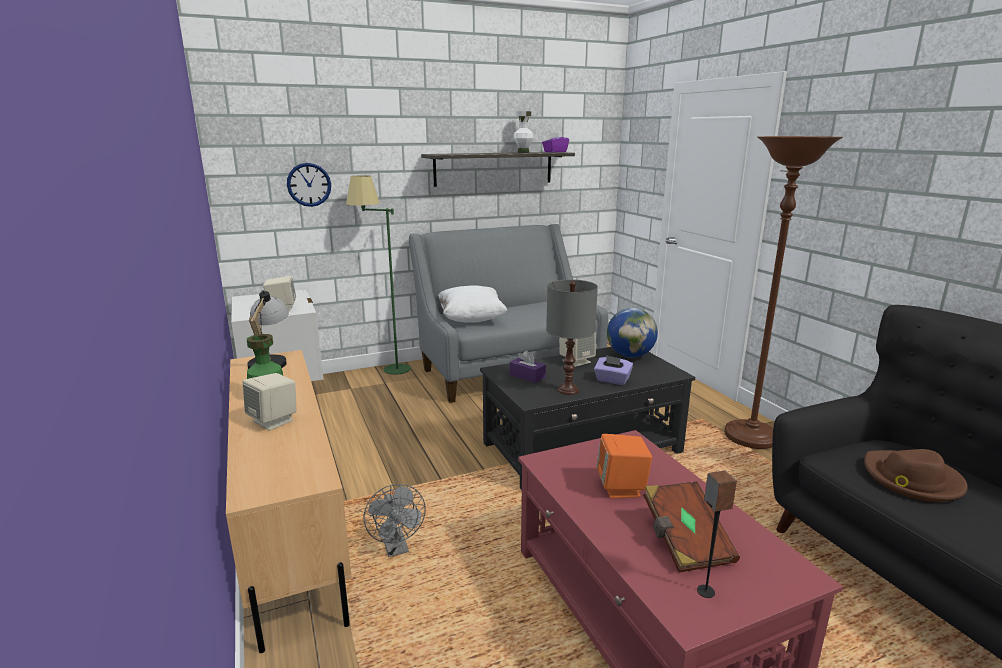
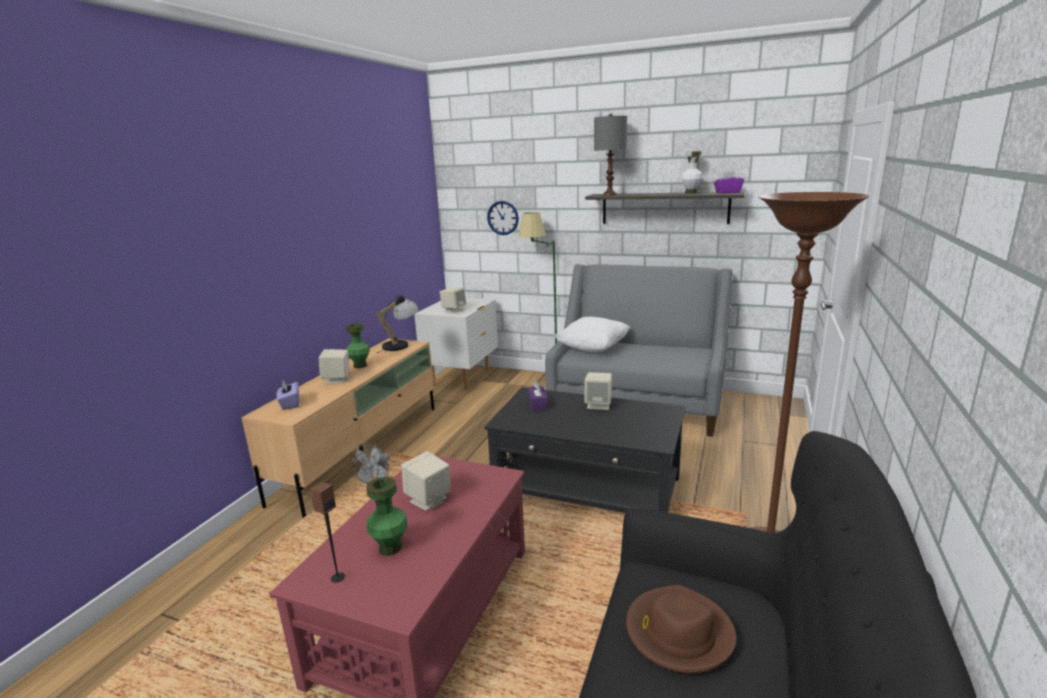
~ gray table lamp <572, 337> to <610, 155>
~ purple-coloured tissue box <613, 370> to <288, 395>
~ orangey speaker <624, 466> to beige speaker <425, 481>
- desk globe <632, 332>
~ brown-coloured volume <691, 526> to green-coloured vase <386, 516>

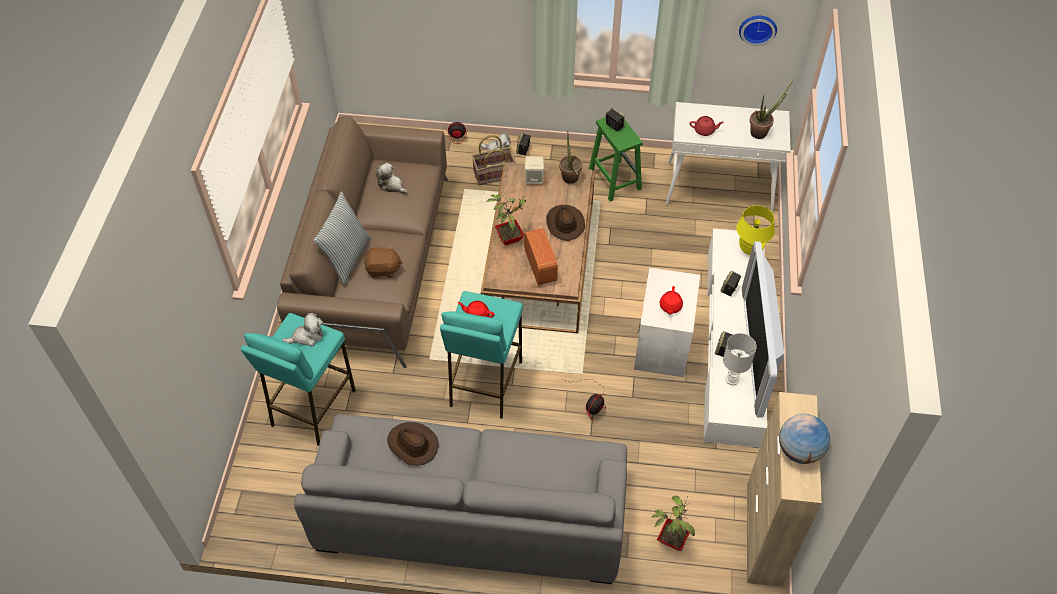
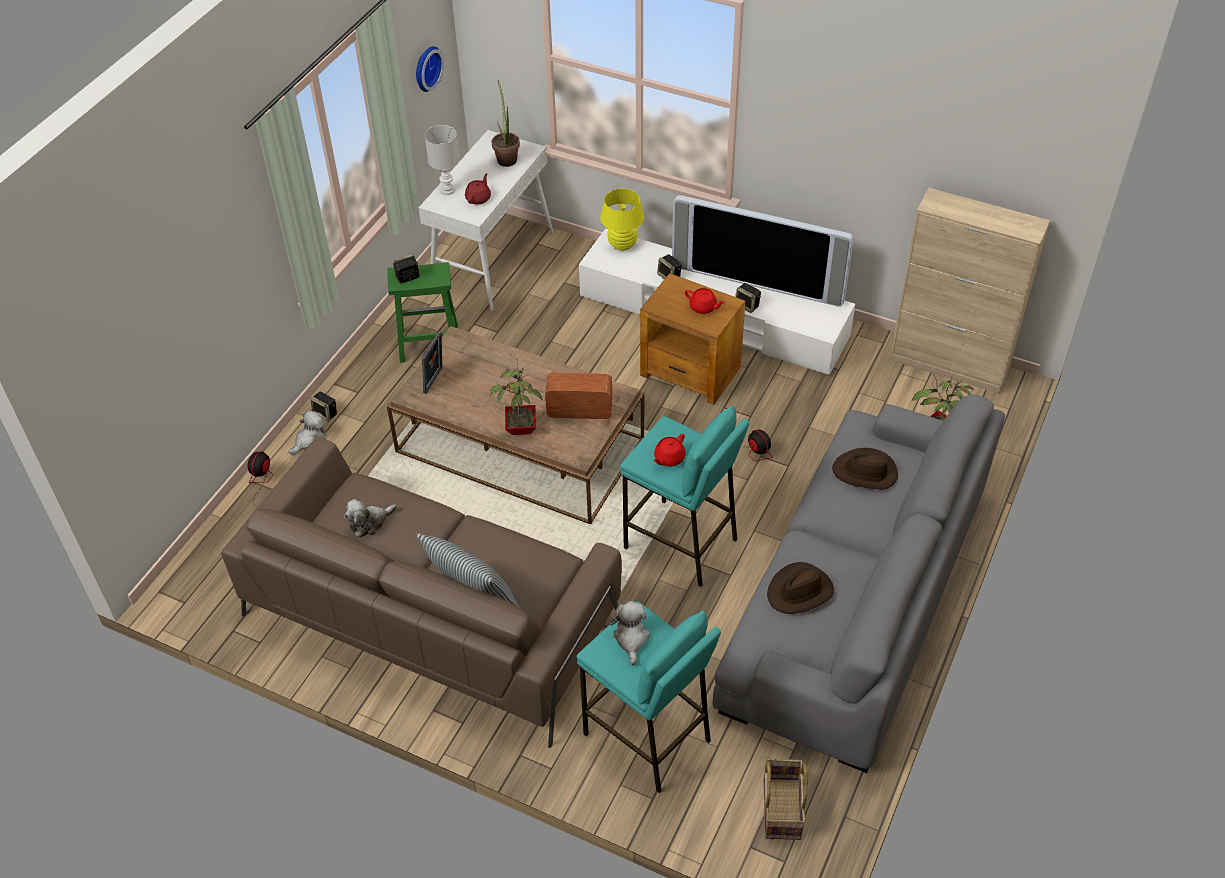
- brown-coloured soft toy <383, 261>
~ storage basket <494, 160> to <785, 799>
~ beige speaker <534, 170> to picture frame <432, 362>
~ brown-coloured hat <565, 223> to <865, 469>
- houseplant <570, 157>
~ whitish accent table <667, 322> to brown-coloured accent table <692, 339>
~ whitish table lamp <740, 359> to <442, 160>
- desk globe <804, 439>

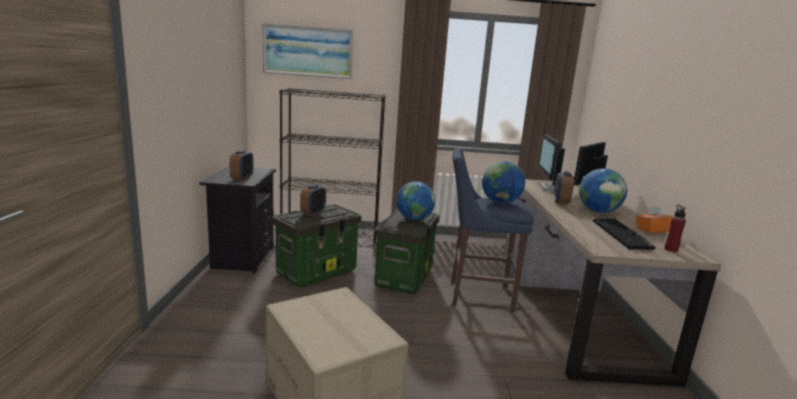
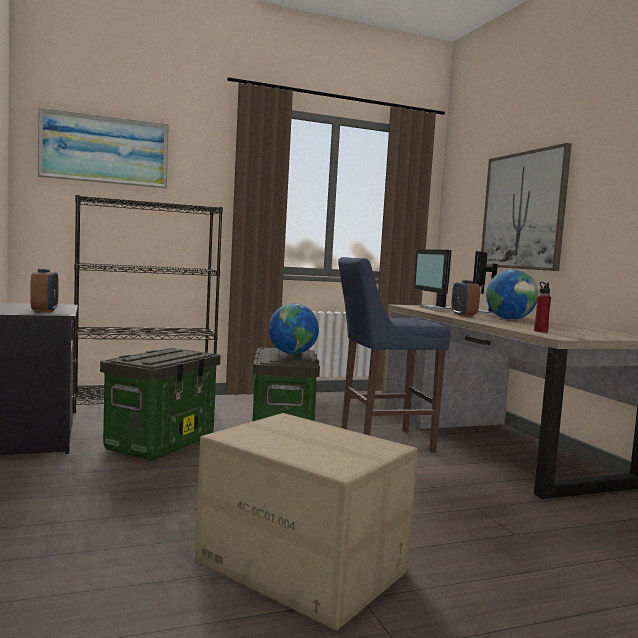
- bedside clock <313, 200>
- desk globe <503, 182>
- keyboard <624, 234>
- orangey tissue box <655, 219>
~ reddish beverage bottle <675, 228> to <542, 307>
+ wall picture <526, 207>

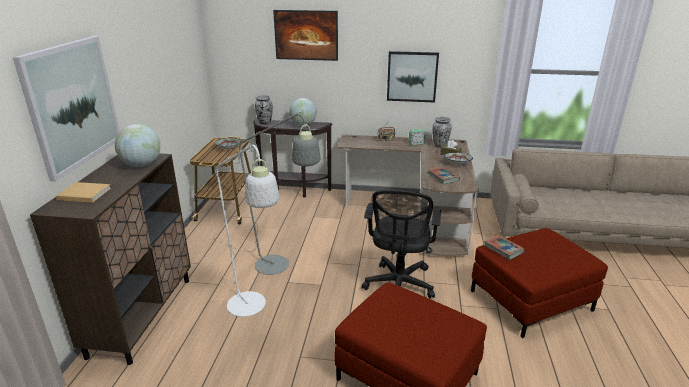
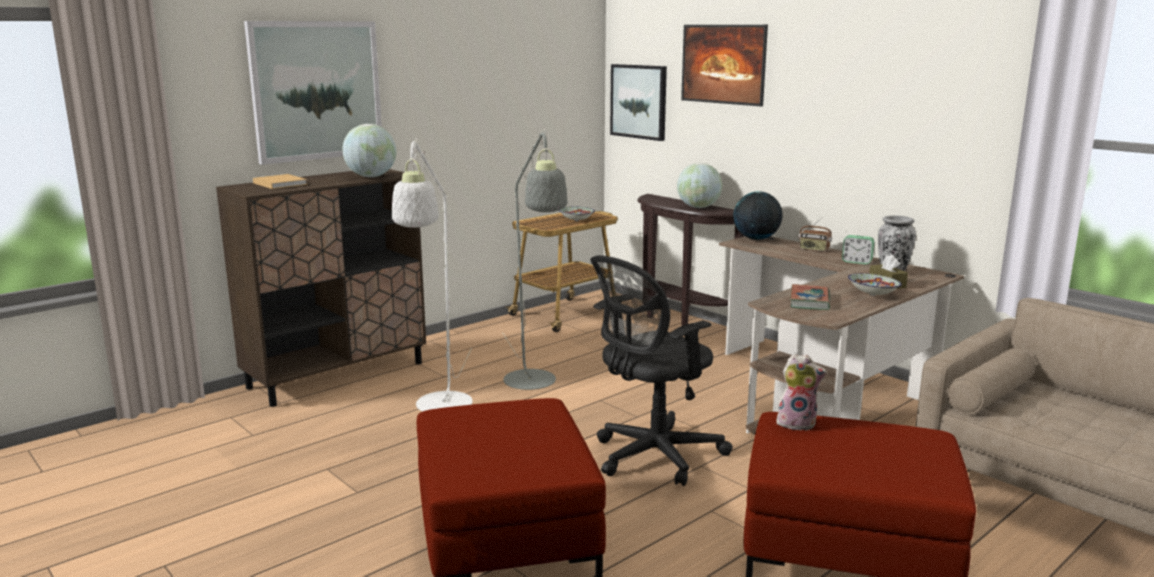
- vase <264, 110>
~ wall picture <413, 76> to <638, 102>
~ volume <504, 247> to soft toy <801, 392>
+ desk globe <758, 215>

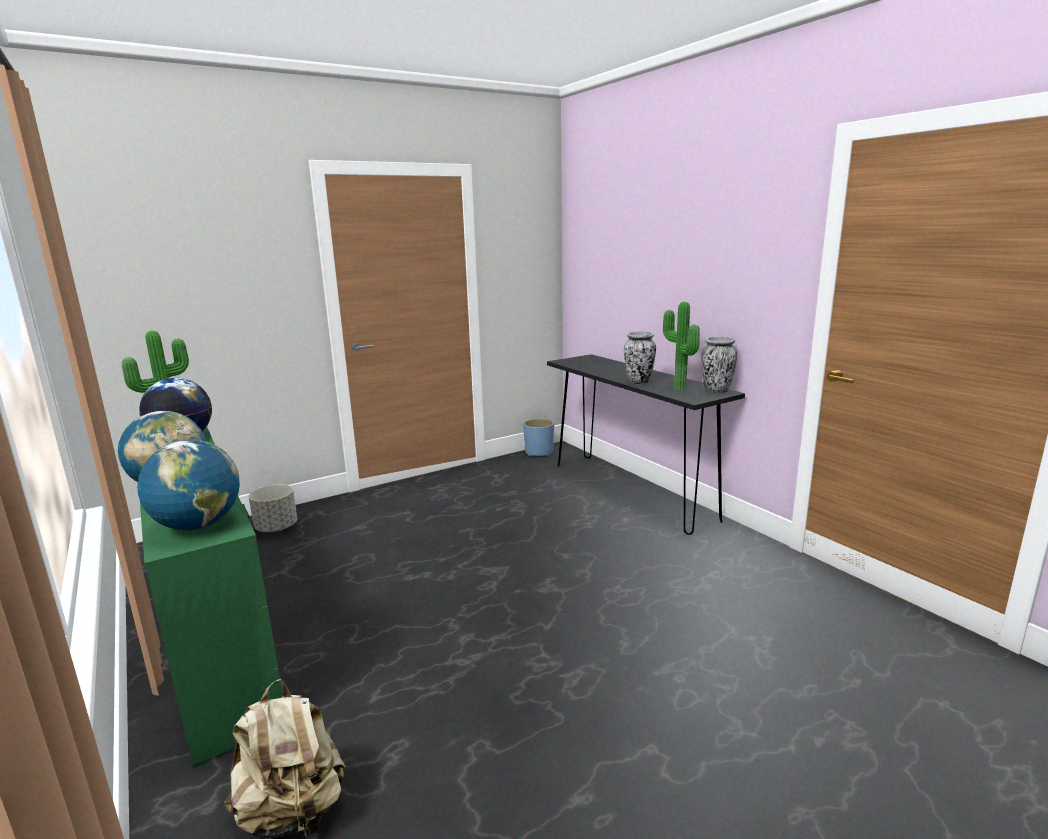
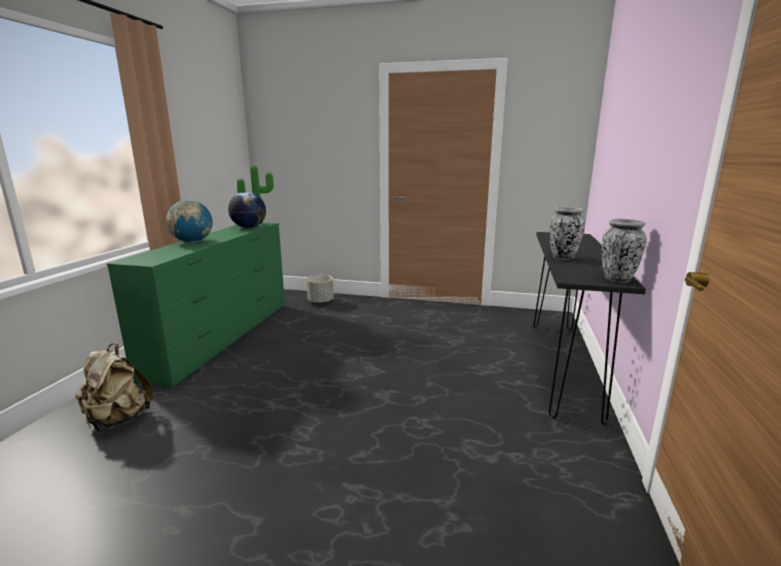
- desk globe <188, 485>
- bluish plant pot <538, 437>
- houseplant <681, 346>

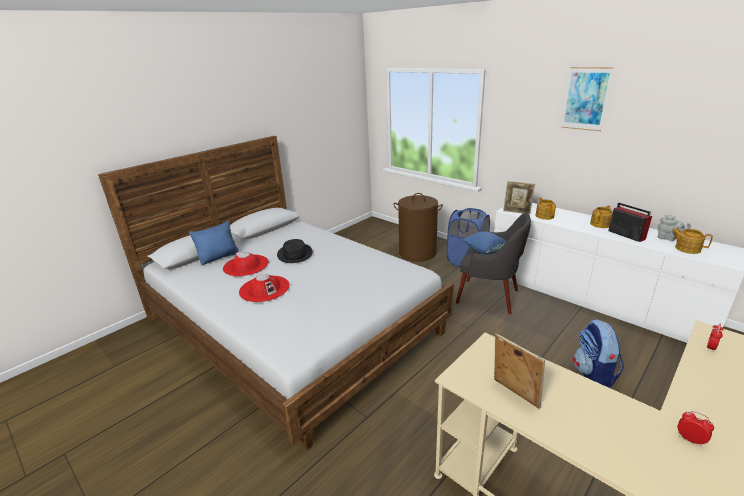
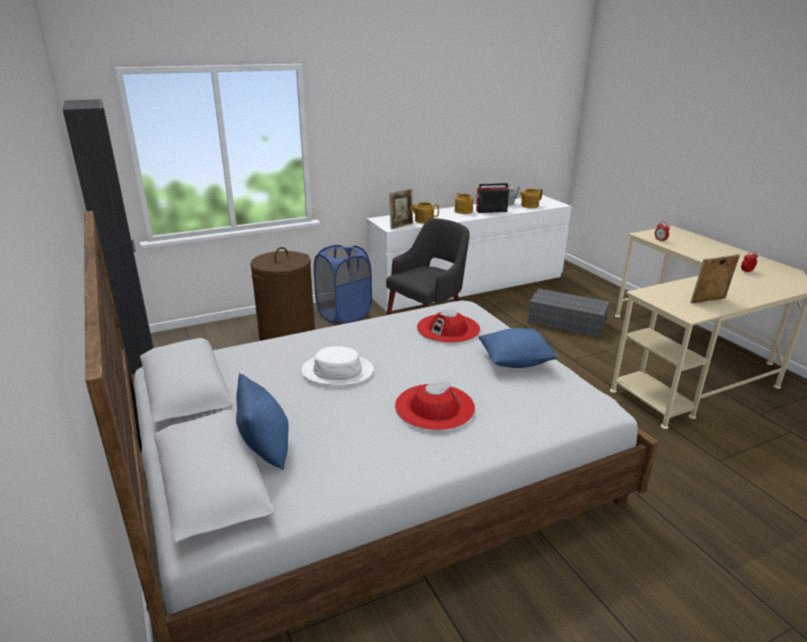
~ reddish hat <246, 264> to <448, 326>
~ black hat <295, 251> to whitish hat <337, 365>
~ bluish pillow <485, 242> to <518, 348>
- wall picture <587, 99>
~ rucksack <598, 353> to gray storage box <568, 313>
+ black wardrobe <108, 237>

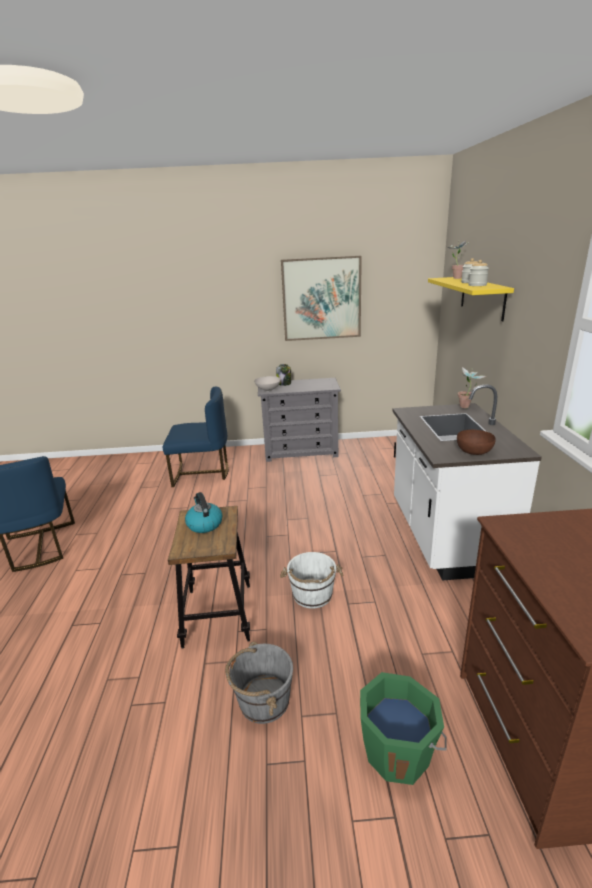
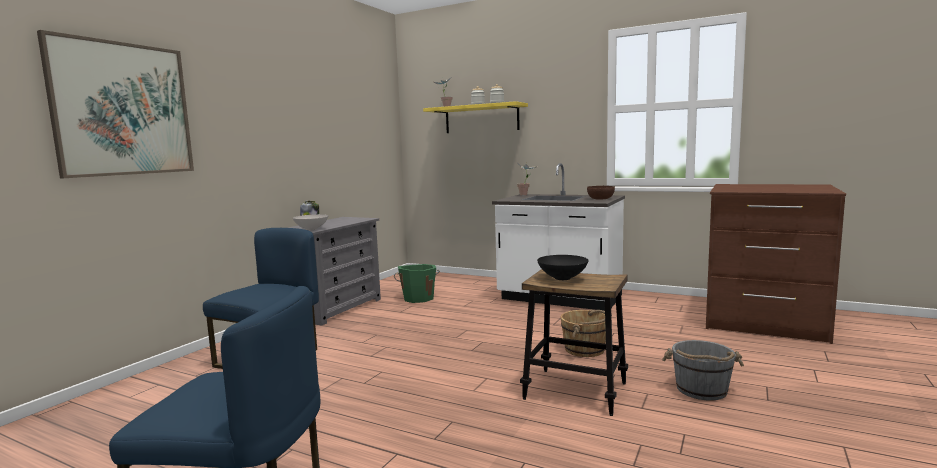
~ water kettle <204, 512> to black bowl <563, 267>
~ whitish pail <312, 580> to brown-coloured pail <586, 333>
~ wall picture <321, 298> to <115, 104>
~ green-coloured pail <403, 728> to <417, 283>

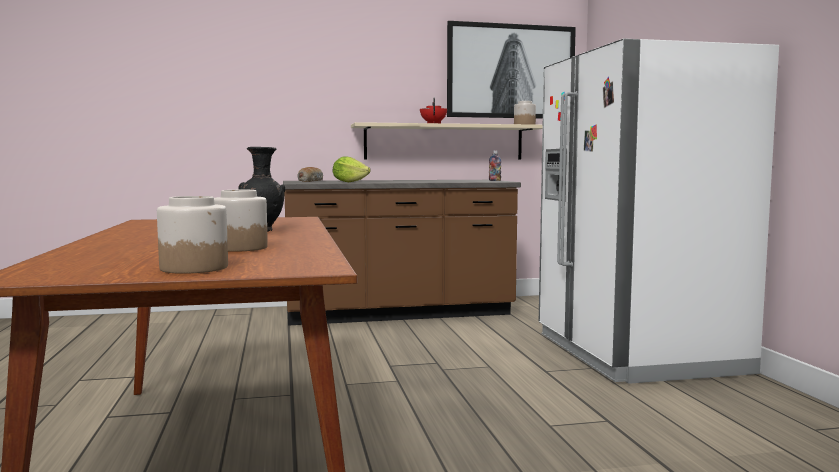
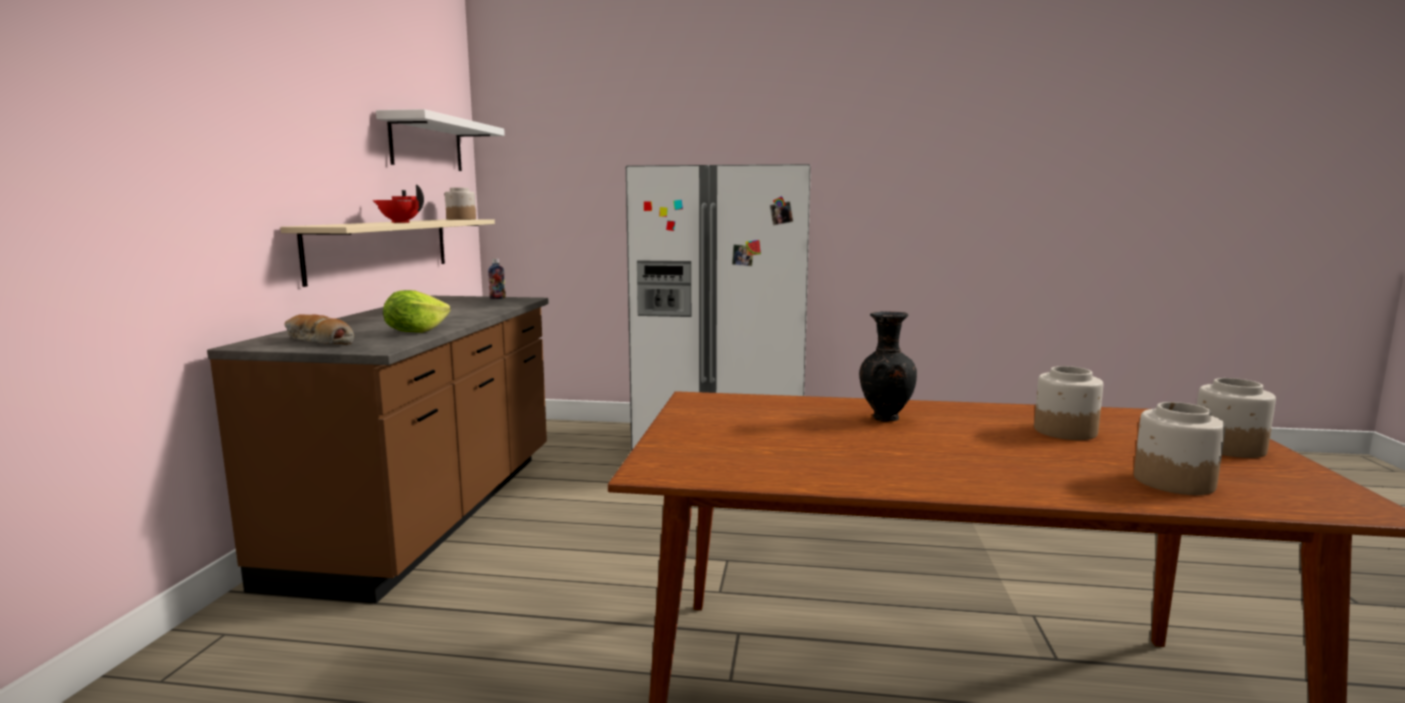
~ wall picture <511, 70> to whitish wall shelf <440, 140>
+ preserve jar <1180, 448>

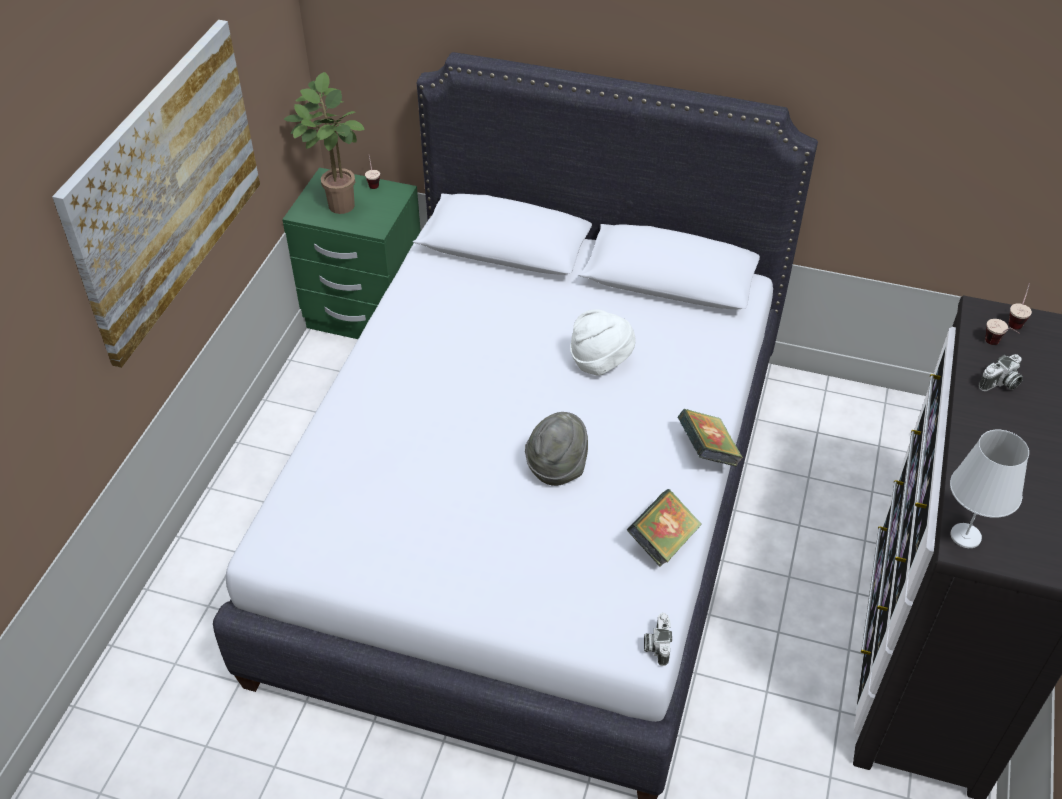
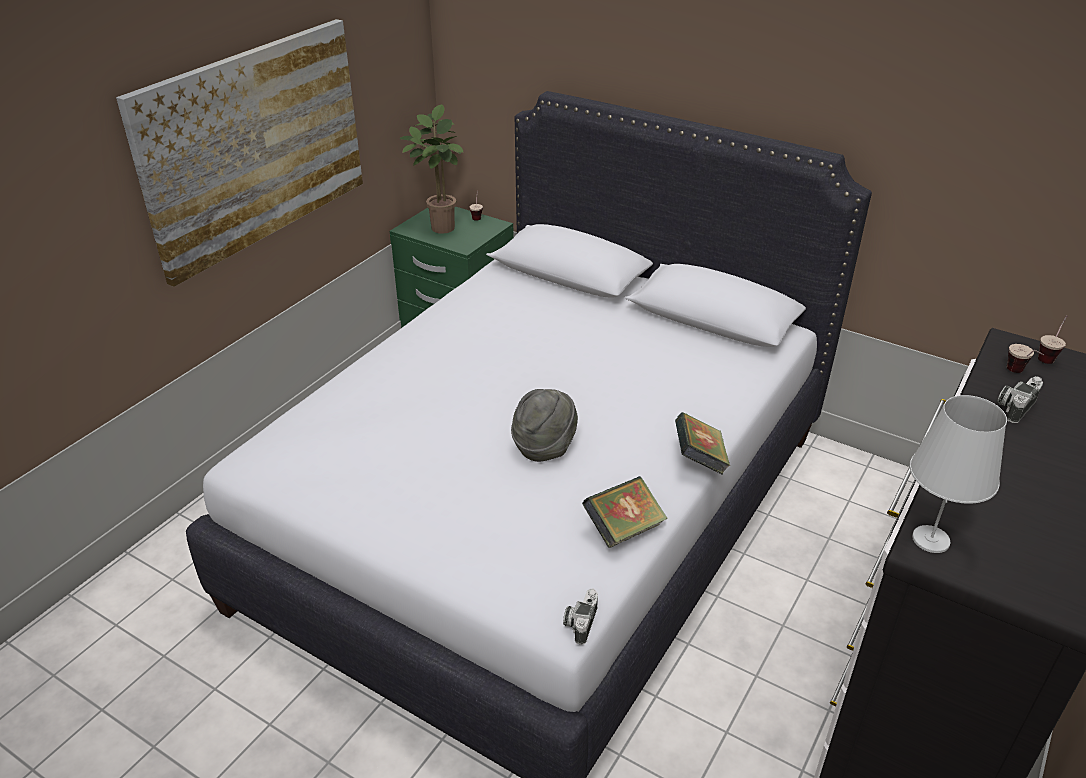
- whitish hat <603, 342>
~ photo camera <1001, 372> = <1020, 399> 150 degrees clockwise

